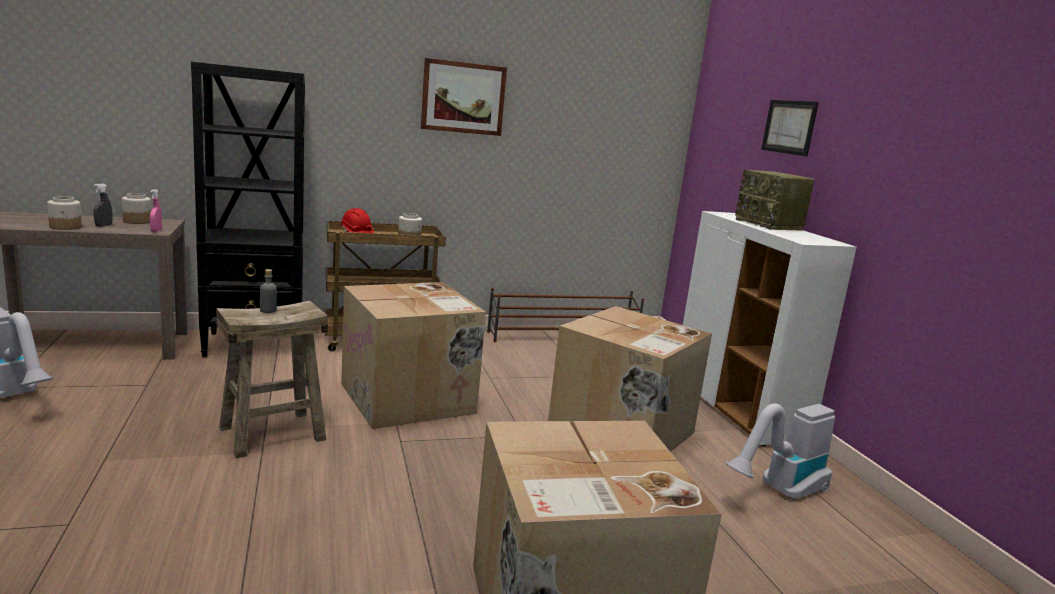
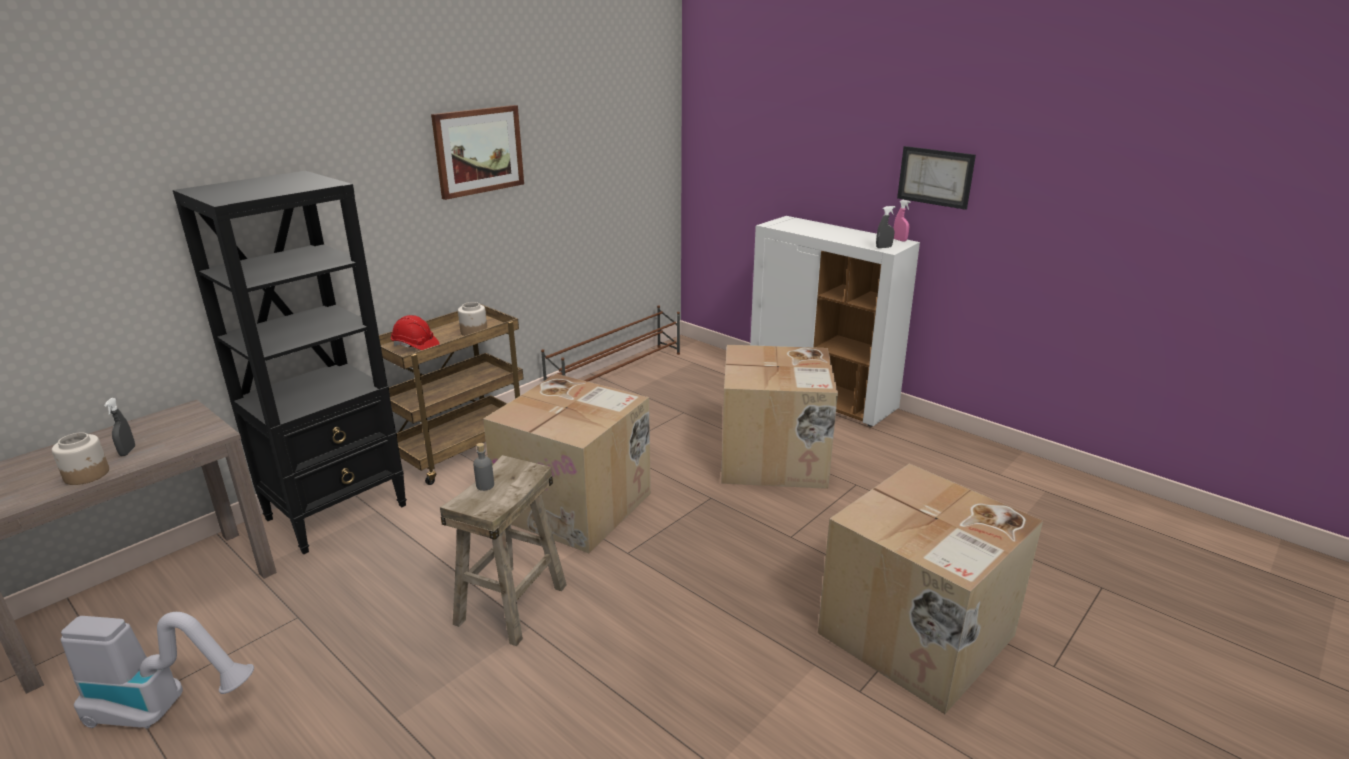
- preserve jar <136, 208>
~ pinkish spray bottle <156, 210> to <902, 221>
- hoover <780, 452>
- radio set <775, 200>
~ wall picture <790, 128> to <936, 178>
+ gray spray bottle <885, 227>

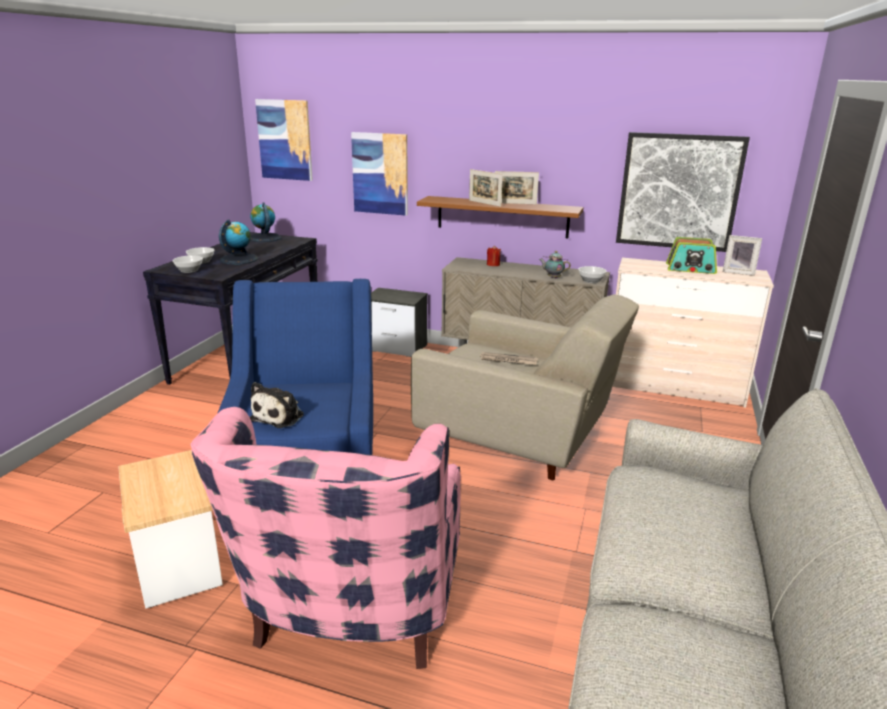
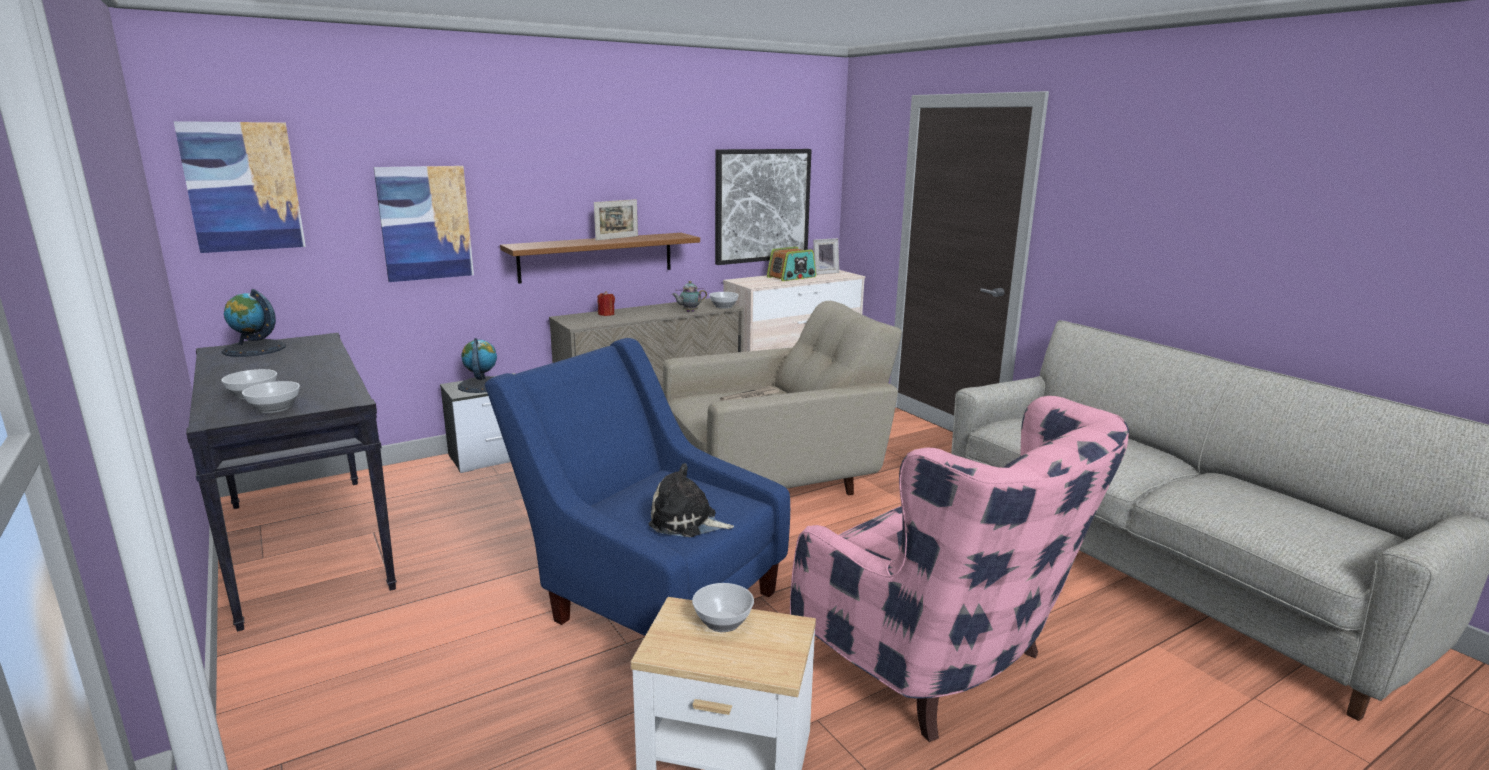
~ desk globe <238, 242> to <477, 365>
~ soft toy <277, 405> = <691, 500> 135 degrees clockwise
- picture frame <486, 188>
+ bowl <723, 607>

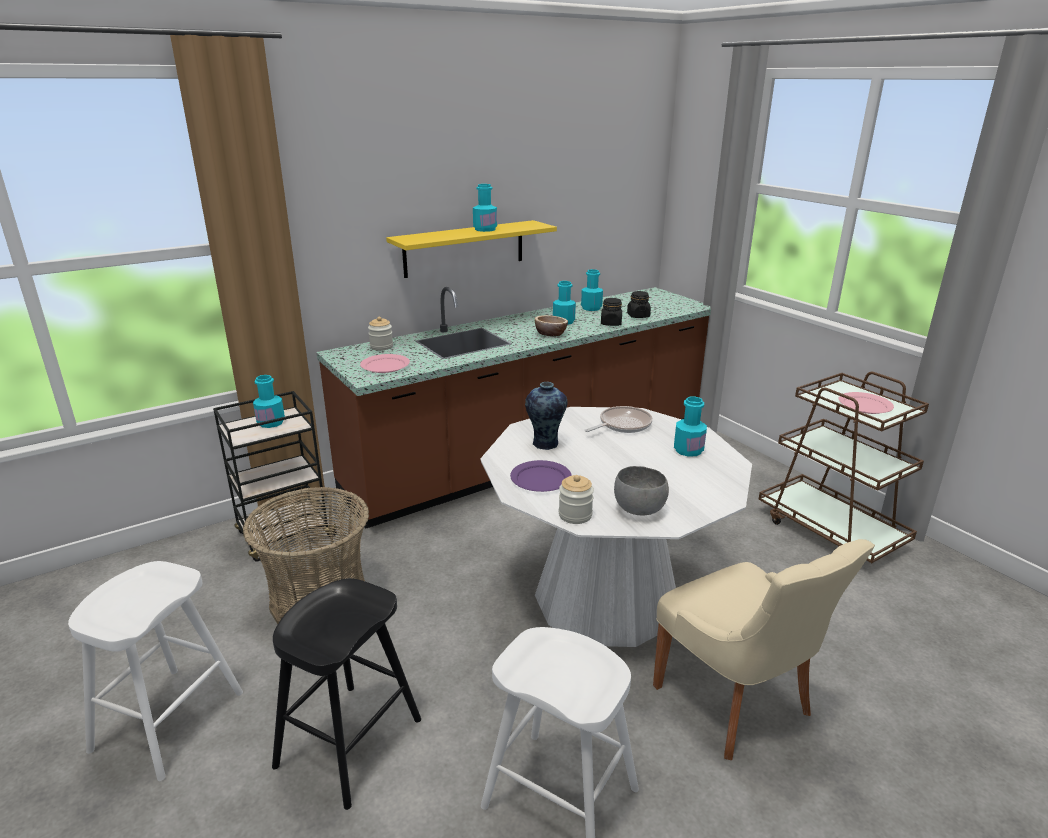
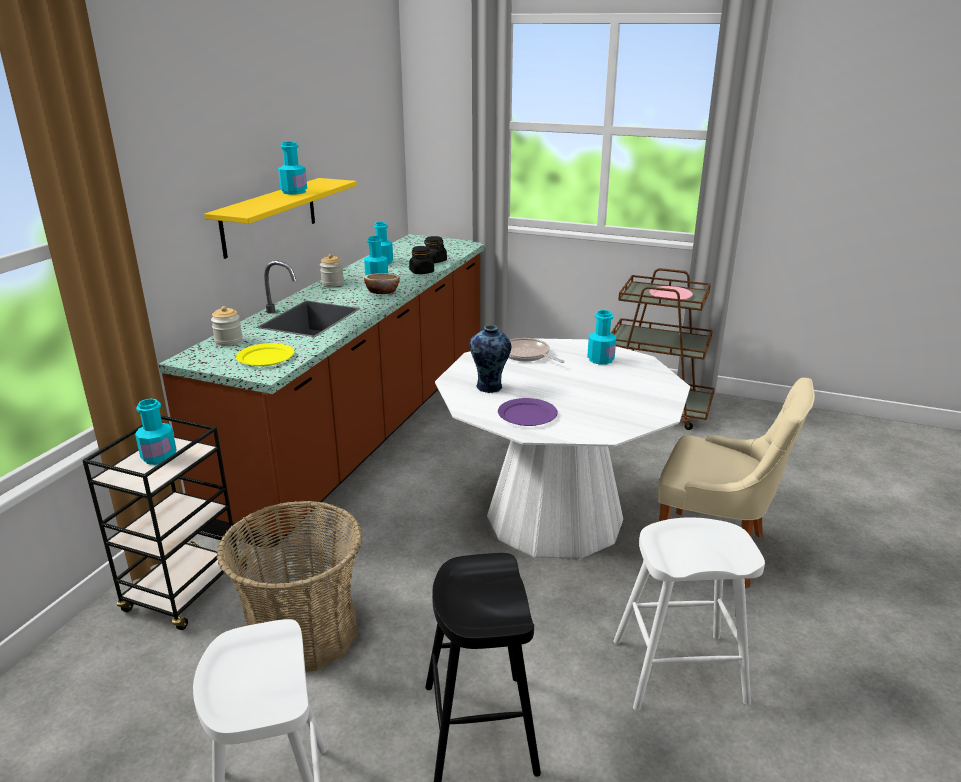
~ pinkish flat dish <385, 363> to yellow flat dish <265, 354>
~ preserve jar <576, 499> to <332, 270>
~ frying pan <619, 419> = <536, 350> 60 degrees counterclockwise
- gray bowl <641, 491>

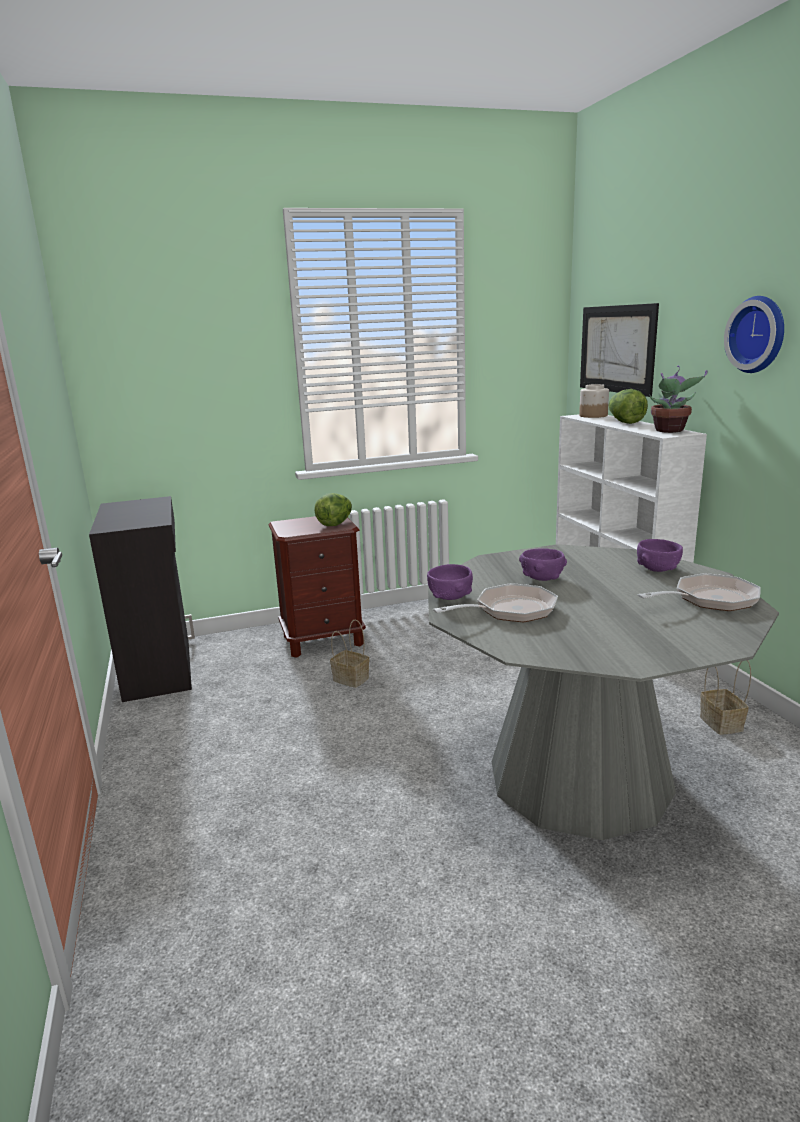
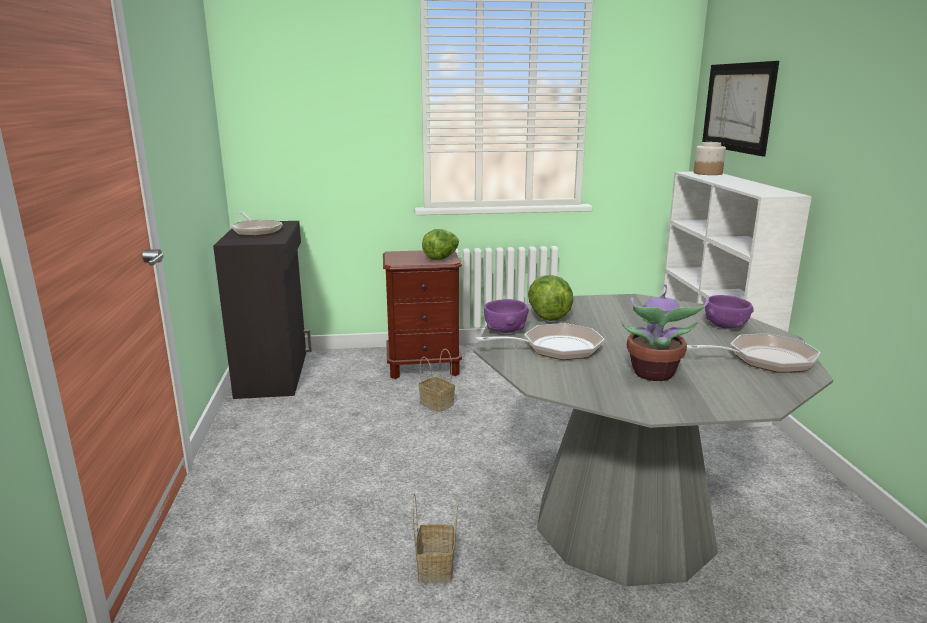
- purple-coloured bowl <543, 564>
~ lettuce <628, 406> to <550, 298>
~ houseplant <678, 399> to <665, 333>
~ storage basket <725, 697> to <436, 538>
- wall clock <754, 334>
+ frying pan <256, 224>

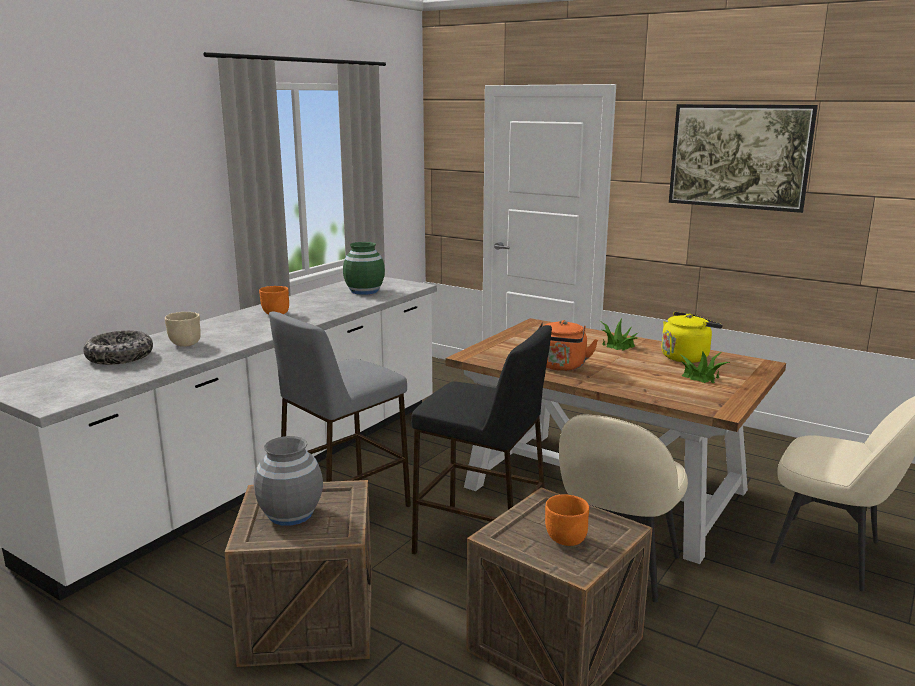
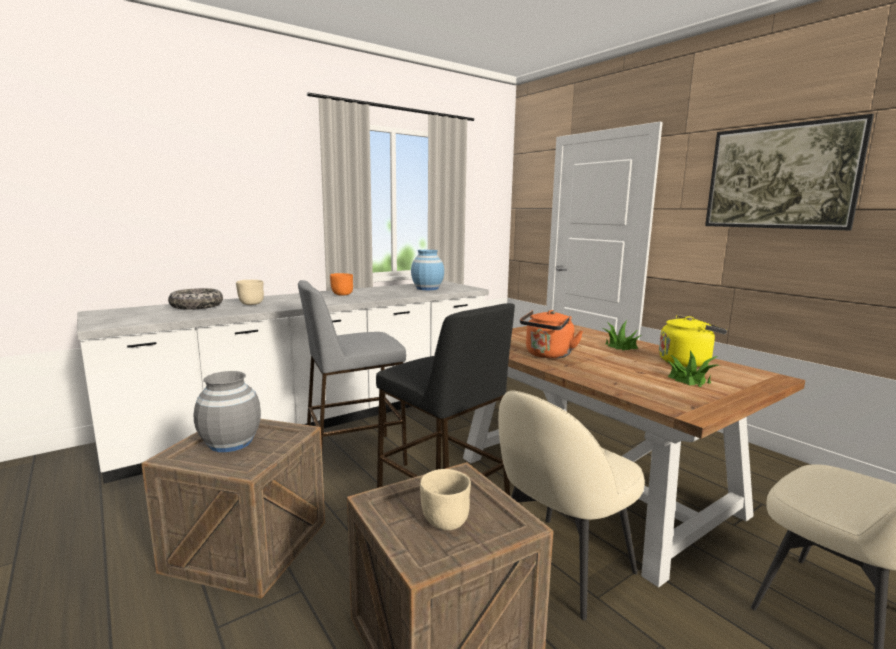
~ green-coloured vase <364, 268> to bluish vase <427, 270>
~ orangey bowl <567, 520> to beige bowl <445, 499>

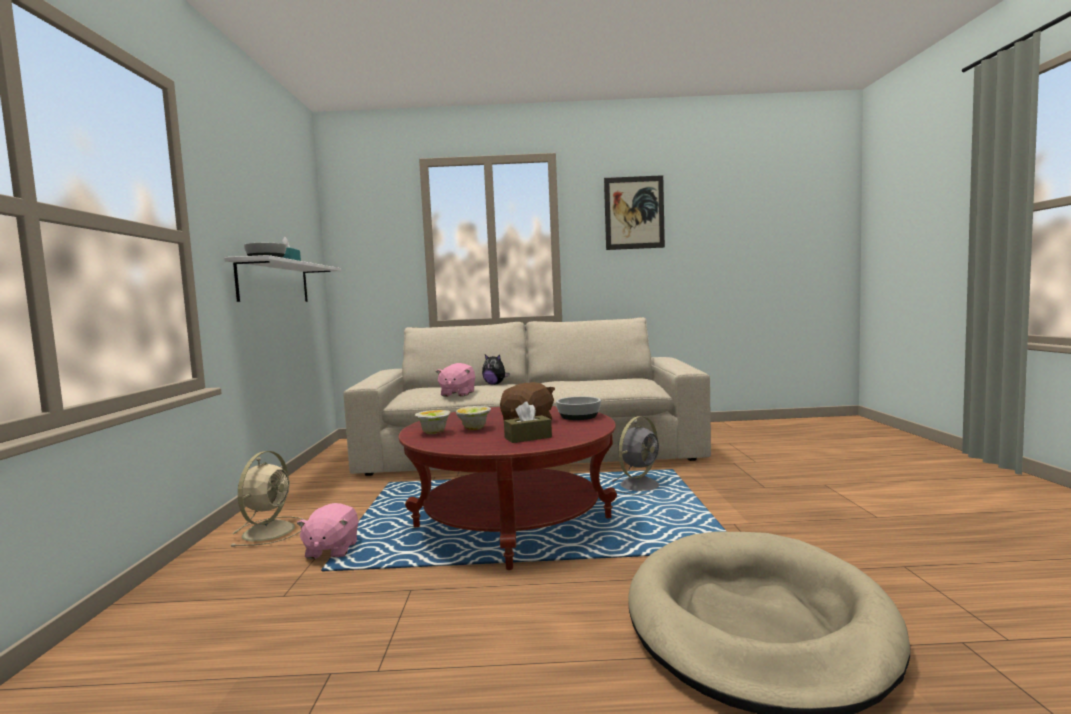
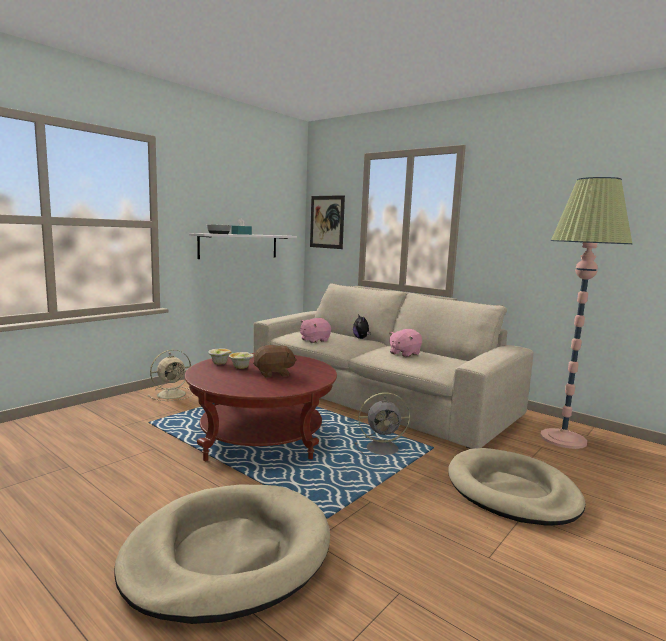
~ pinkish soft toy <327, 531> to <405, 343>
- brown-coloured tissue box <528, 422>
- bowl <578, 408>
~ wall picture <634, 212> to <327, 222>
+ beige dog cushion <517, 486>
+ standing lamp <586, 313>

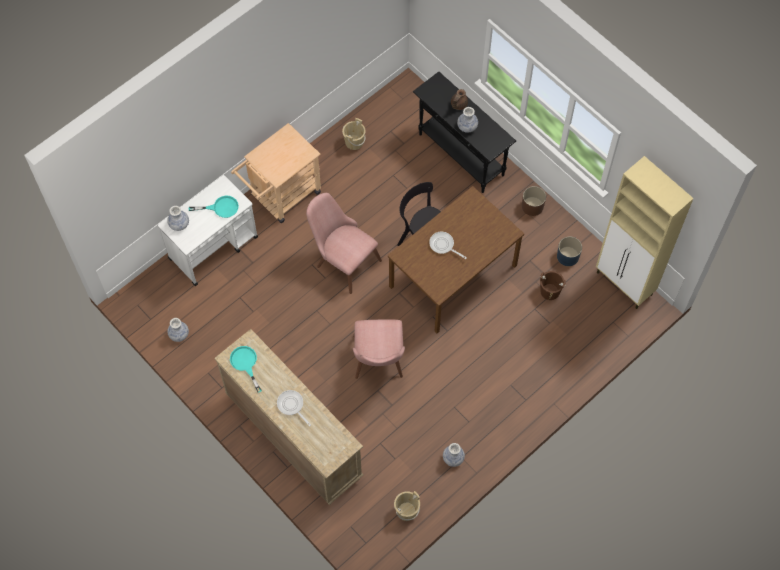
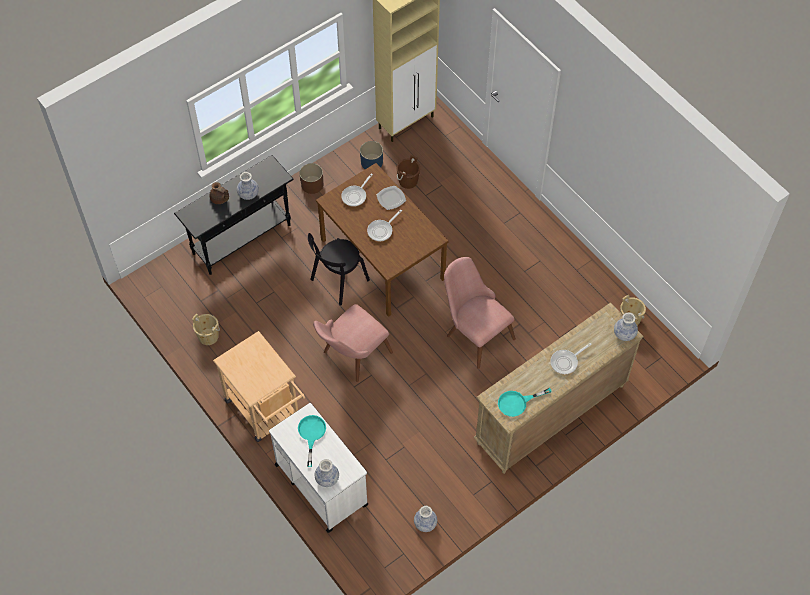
~ pinkish chair <379, 349> = <480, 313> 135 degrees counterclockwise
~ vase <454, 455> to <626, 327>
+ frying pan <357, 190>
+ flat dish <391, 198>

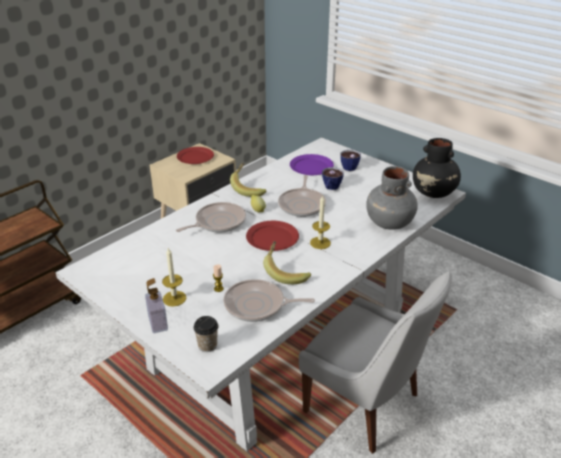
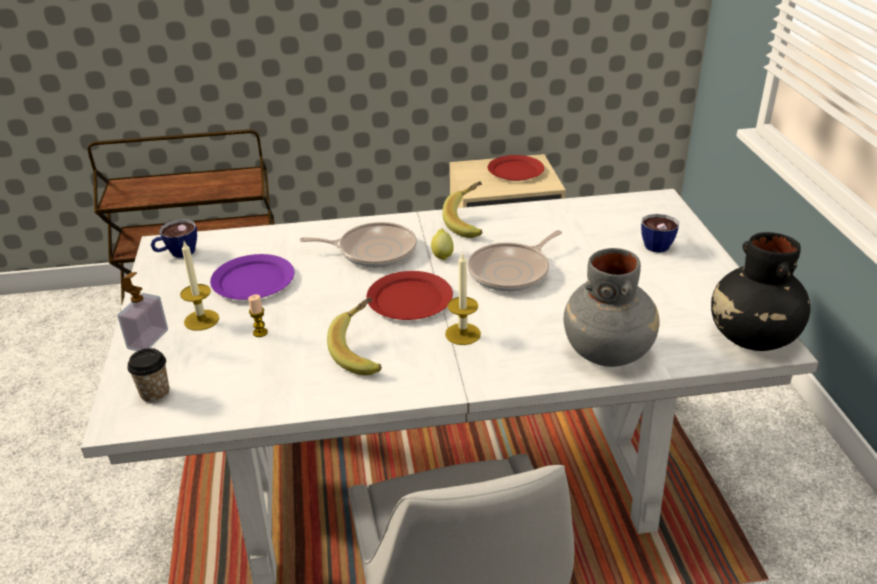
- frying pan <269, 300>
~ purple-coloured flat dish <312, 164> to <252, 277>
~ small cup <333, 178> to <174, 238>

